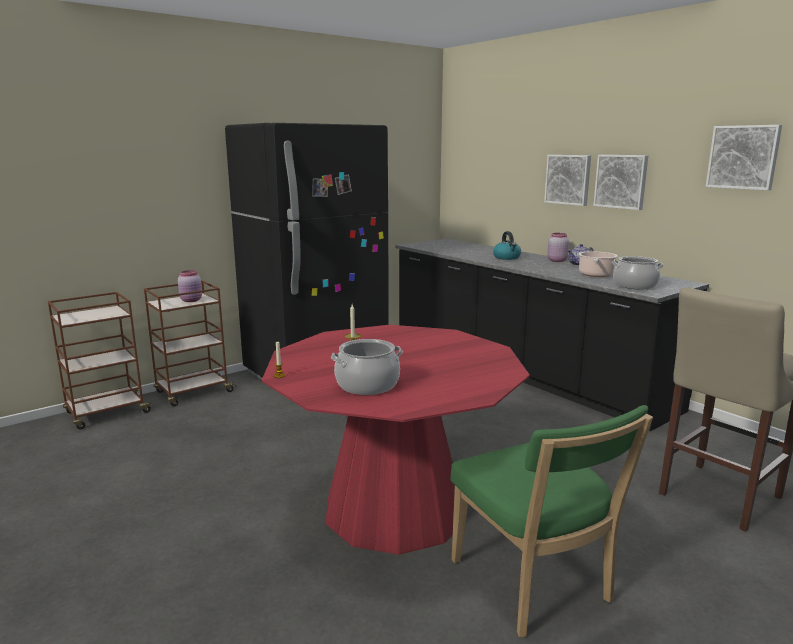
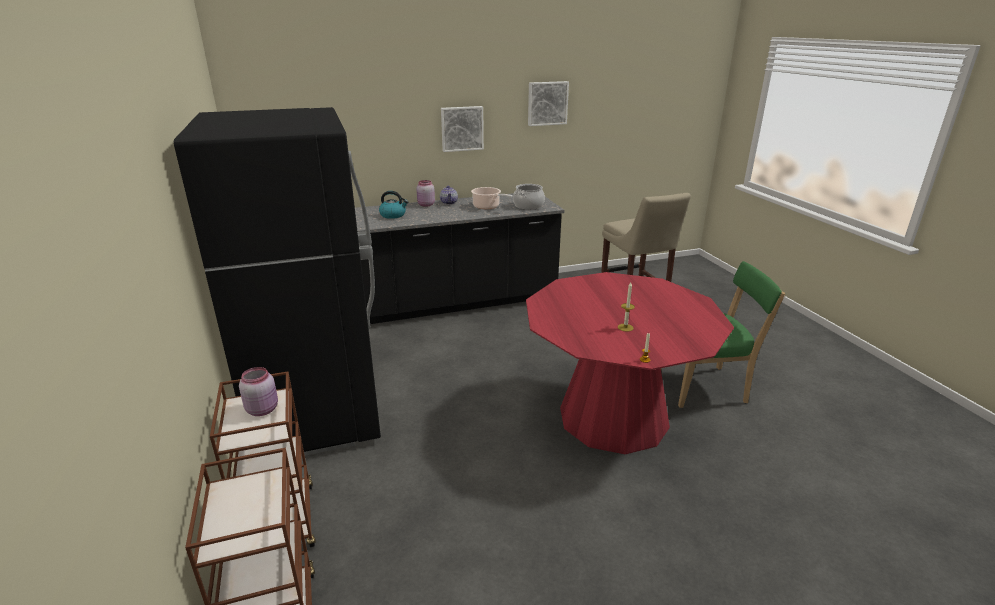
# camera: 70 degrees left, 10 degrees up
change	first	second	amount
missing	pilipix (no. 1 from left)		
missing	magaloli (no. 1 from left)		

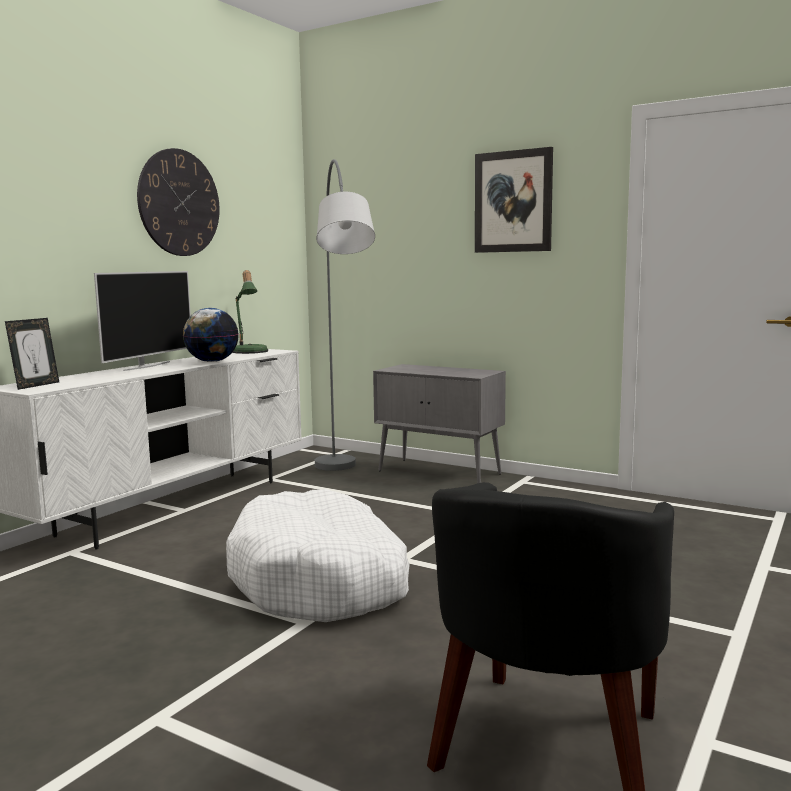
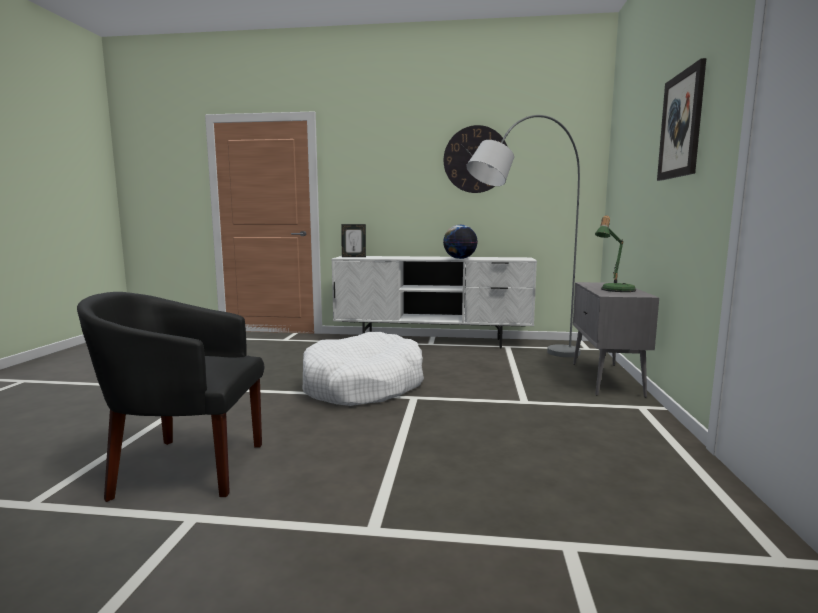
# camera: 65 degrees right, 0 degrees up
change	first	second	amount
missing	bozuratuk		
relocated	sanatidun		

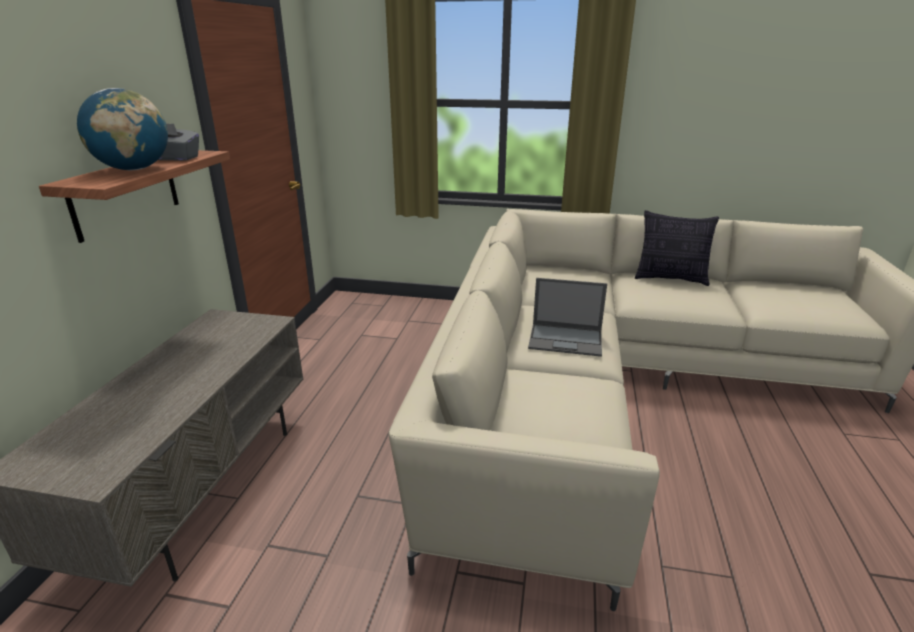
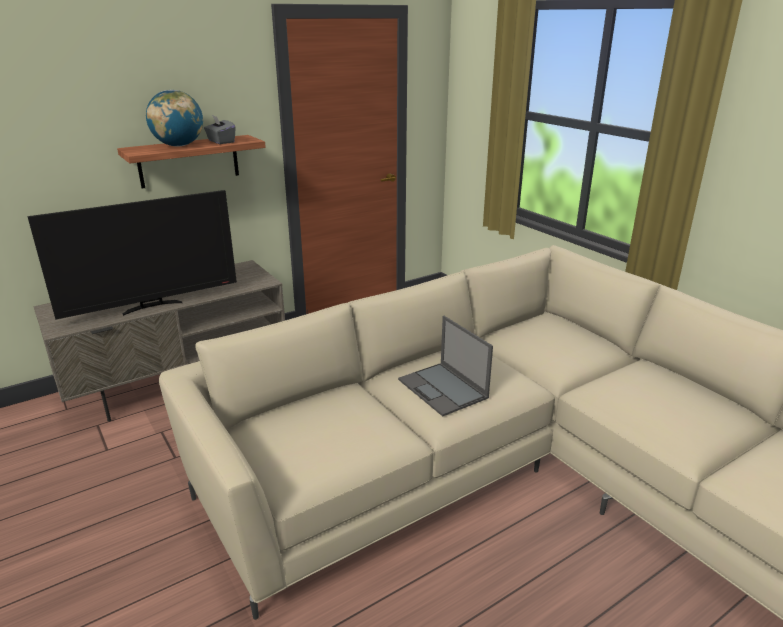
# camera: 45 degrees right, 0 degrees up
change	first	second	amount
missing	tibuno		
appeared		bozuratuk	

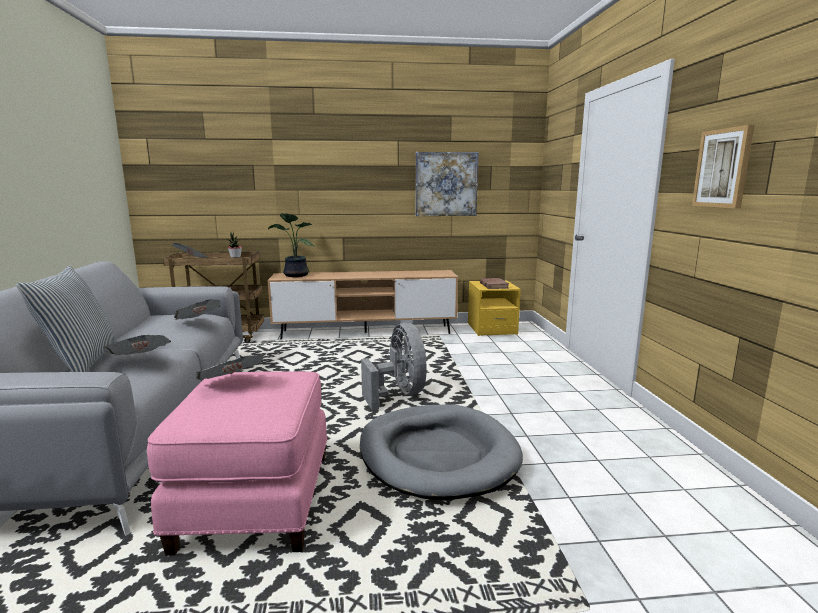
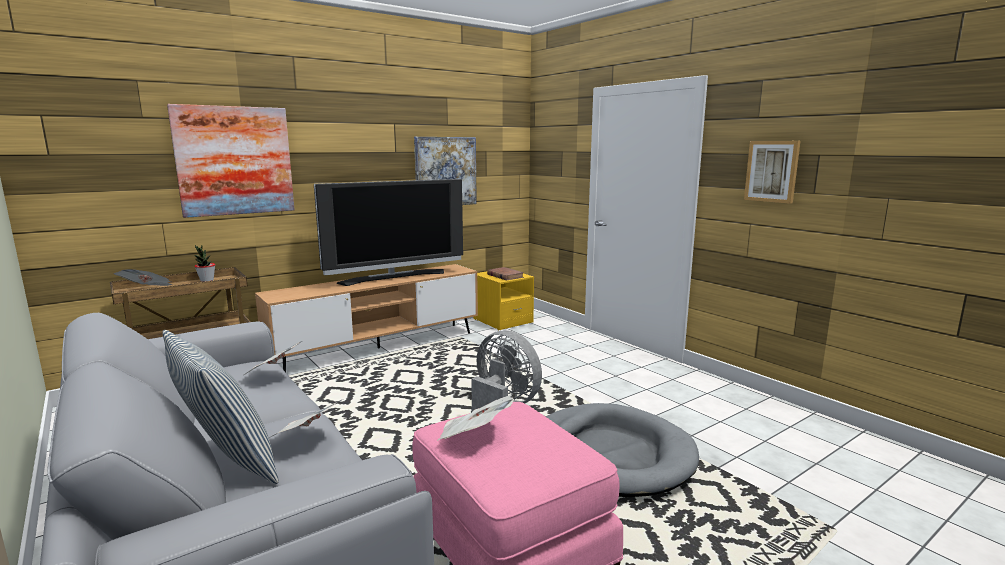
# camera: 30 degrees left, 0 degrees up
change	first	second	amount
missing	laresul (no. 2 from left)		
appeared		magaloli (no. 1 from left)	
appeared		bozuratuk	

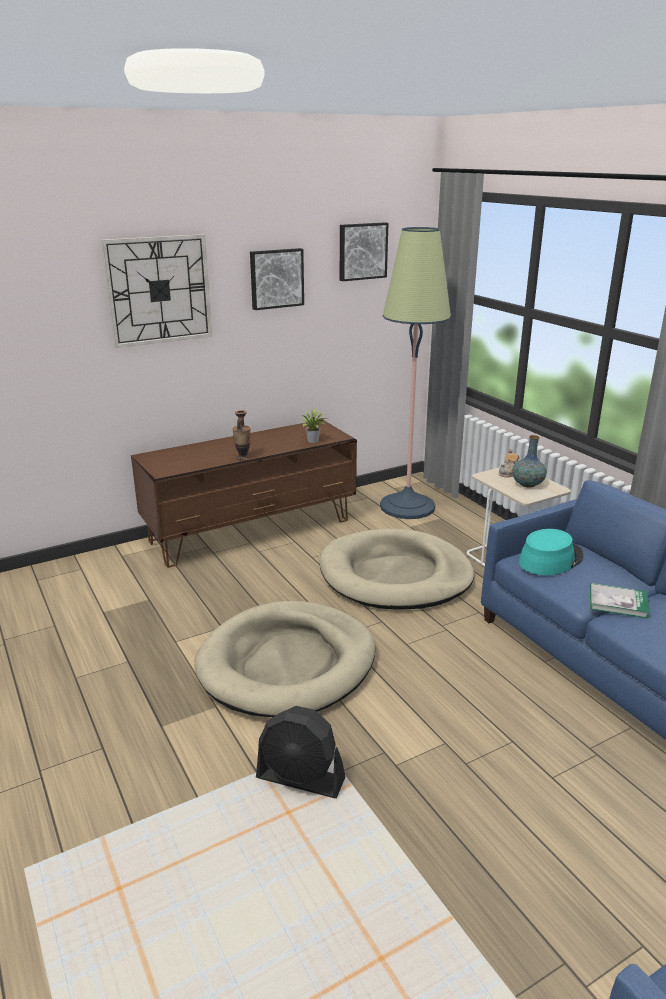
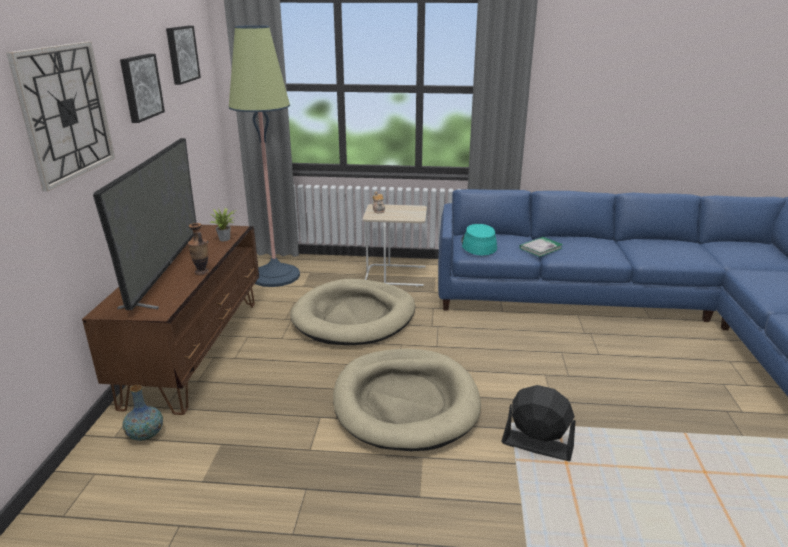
# camera: 55 degrees left, 0 degrees up
change	first	second	amount
appeared		bozuratuk	
relocated	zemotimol (no. 2 from left in the first image)	zemotimol (no. 1 from left)	
spun	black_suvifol		120 degrees counterclockwise

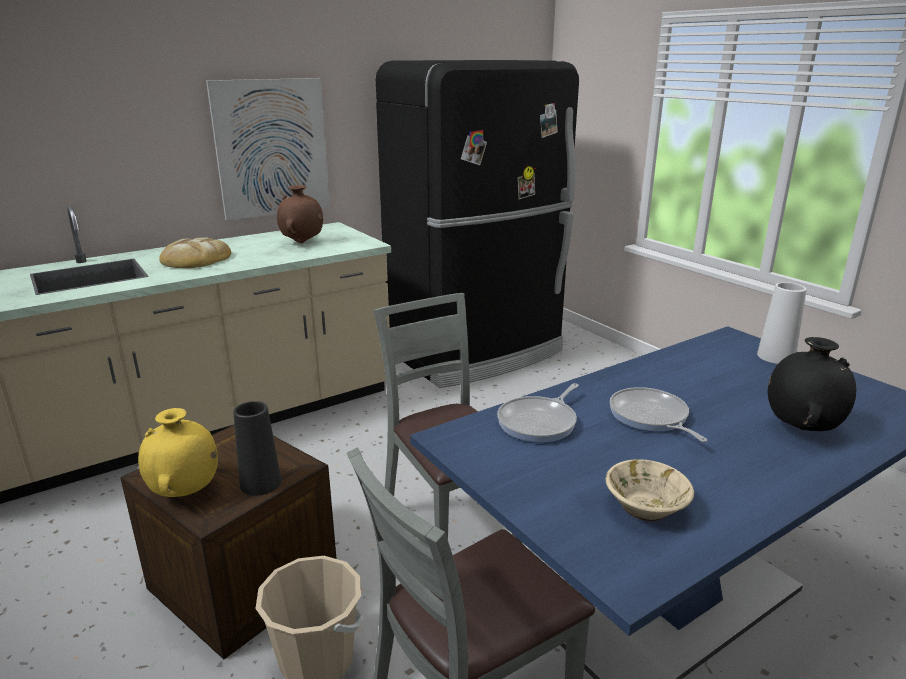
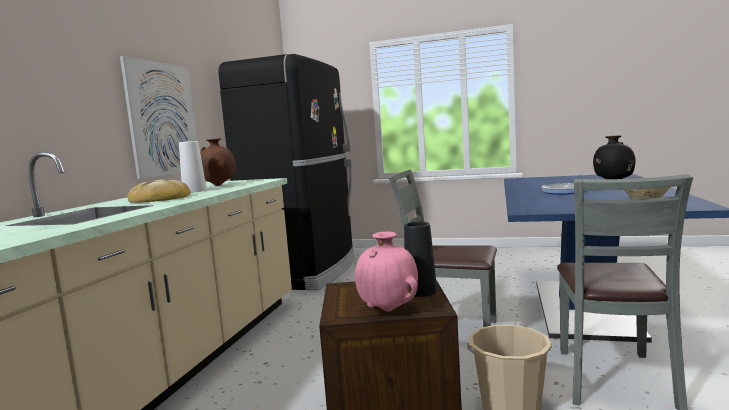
# camera: 40 degrees left, 15 degrees down
change	first	second	amount
missing	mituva (no. 1 from left)		
relocated	white_zemotimol		
colour	yellow_zemotimol	pink_zemotimol	

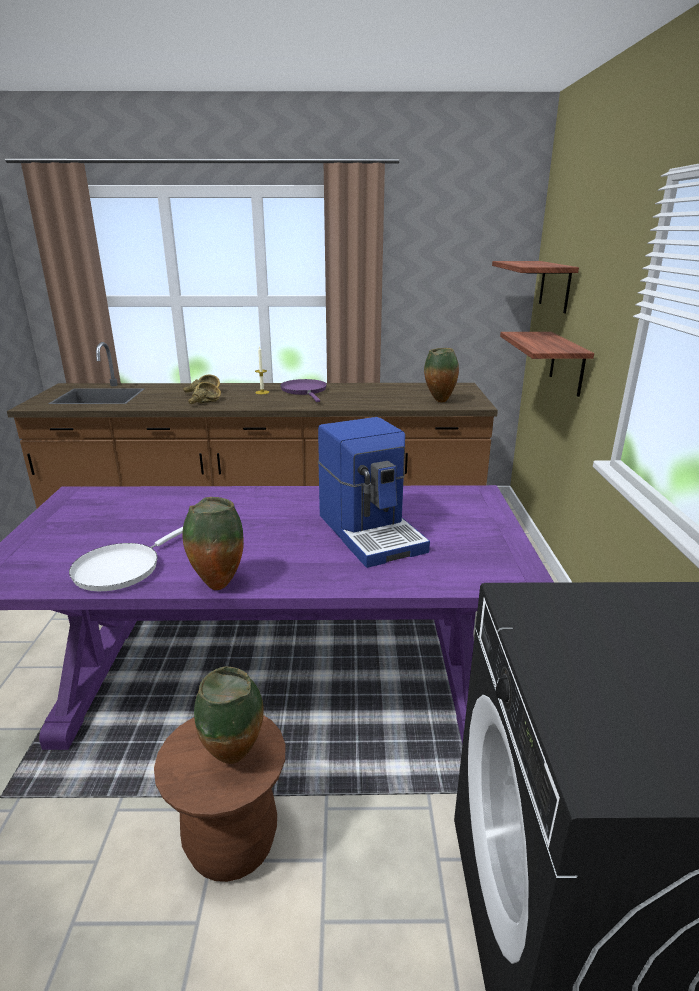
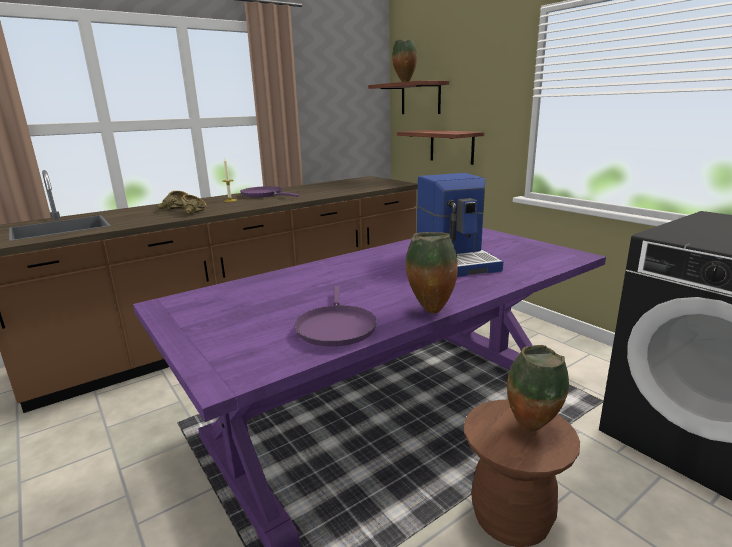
# camera: 35 degrees left, 5 degrees down
change	first	second	amount
relocated	zemotimol (no. 3 from left in the first image)	zemotimol (no. 1 from left)	
colour	white_mituva	purple_mituva (no. 2 from left)	
spun	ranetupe		45 degrees clockwise

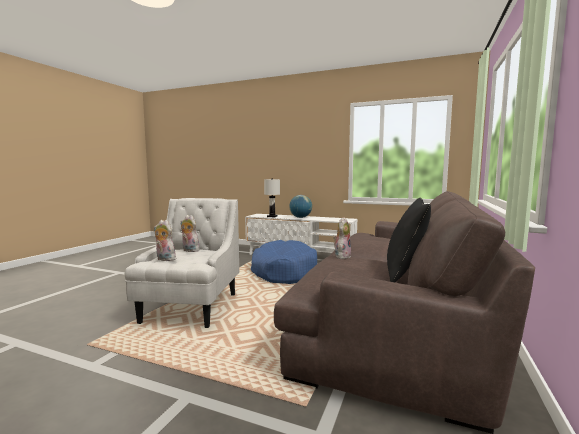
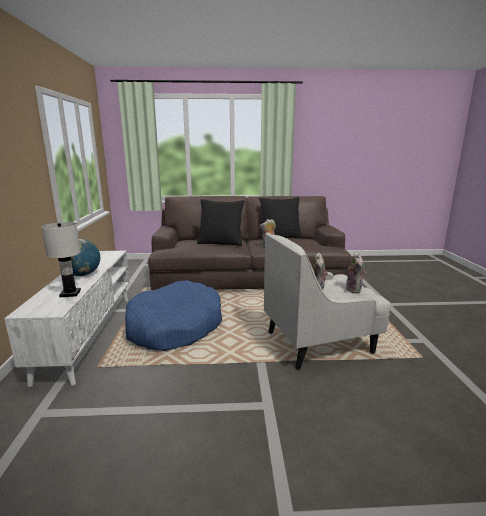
# camera: 115 degrees left, 10 degrees up
change	first	second	amount
appeared		black_tibuno (no. 1 from left)	

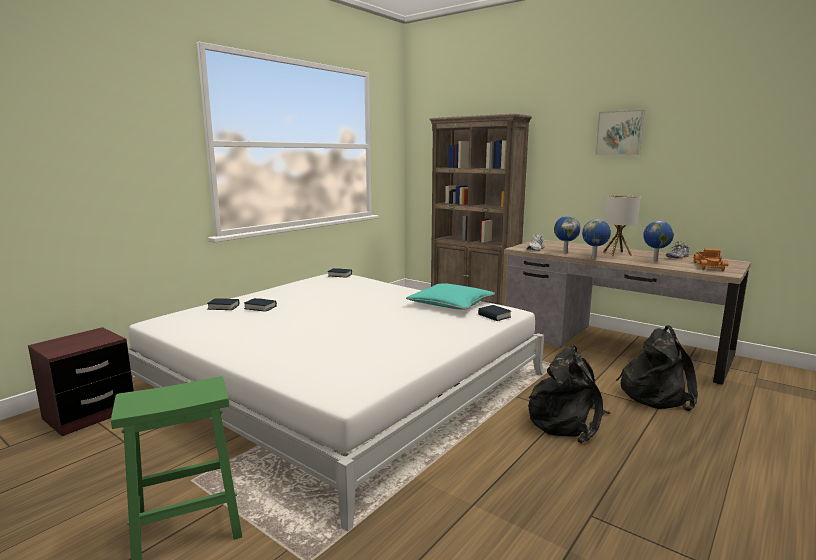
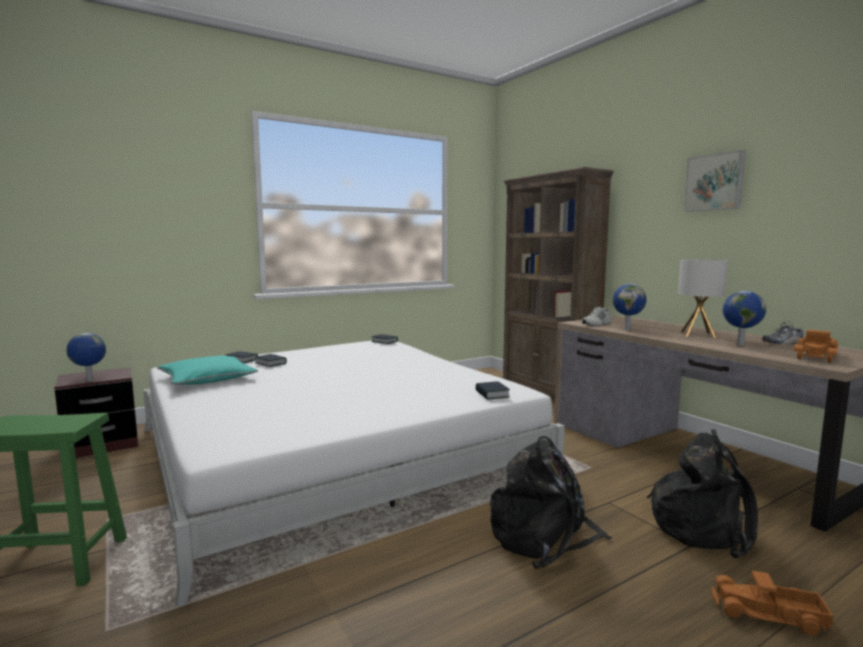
# camera: 20 degrees right, 5 degrees down
change	first	second	amount
appeared		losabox (no. 1 from left)	
relocated	turquoise_tibuno		
relocated	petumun (no. 2 from left in the first image)	petumun (no. 1 from left)	

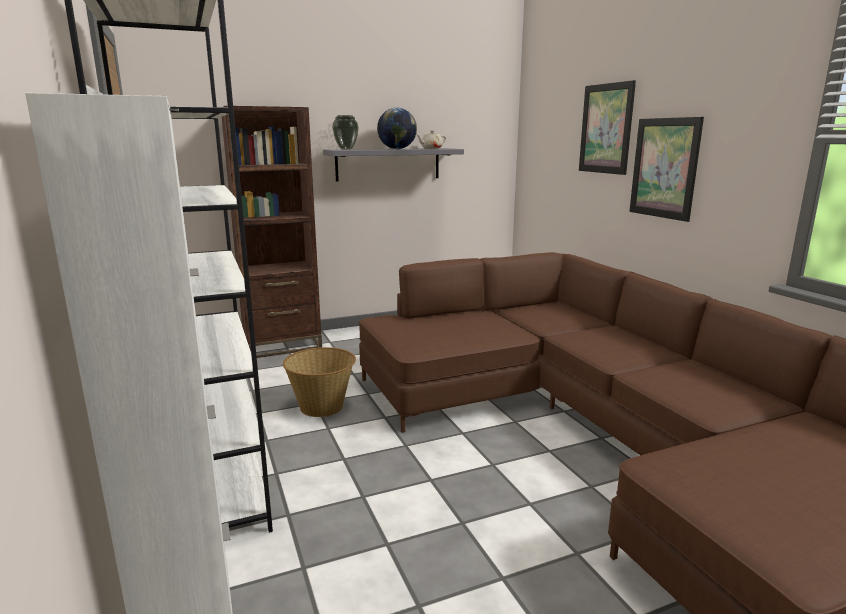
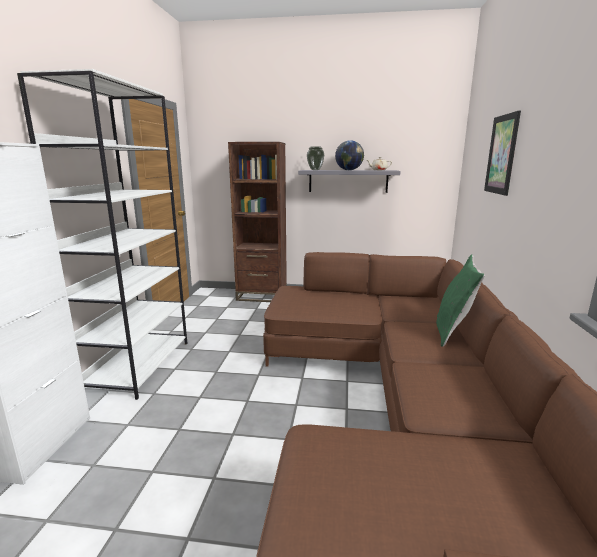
# camera: 30 degrees right, 0 degrees up
change	first	second	amount
missing	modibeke		
missing	magaloli (no. 2 from left)		
appeared		green_tibuno	

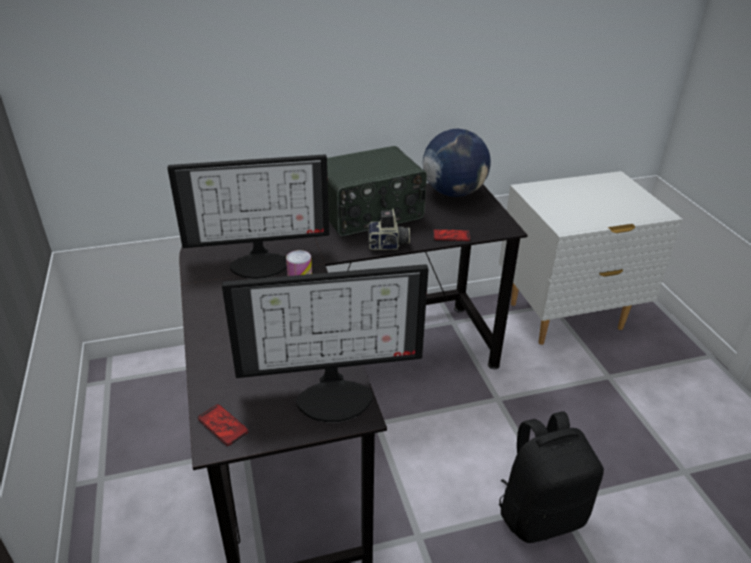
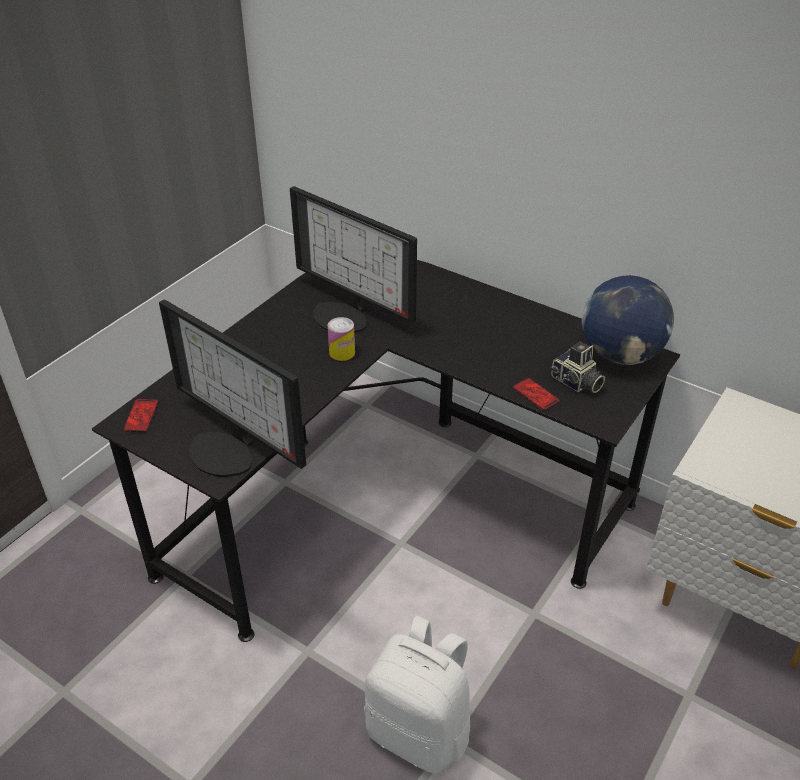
# camera: 50 degrees right, 5 degrees up
change	first	second	amount
missing	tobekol		
relocated	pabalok		
colour	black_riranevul	white_riranevul	

